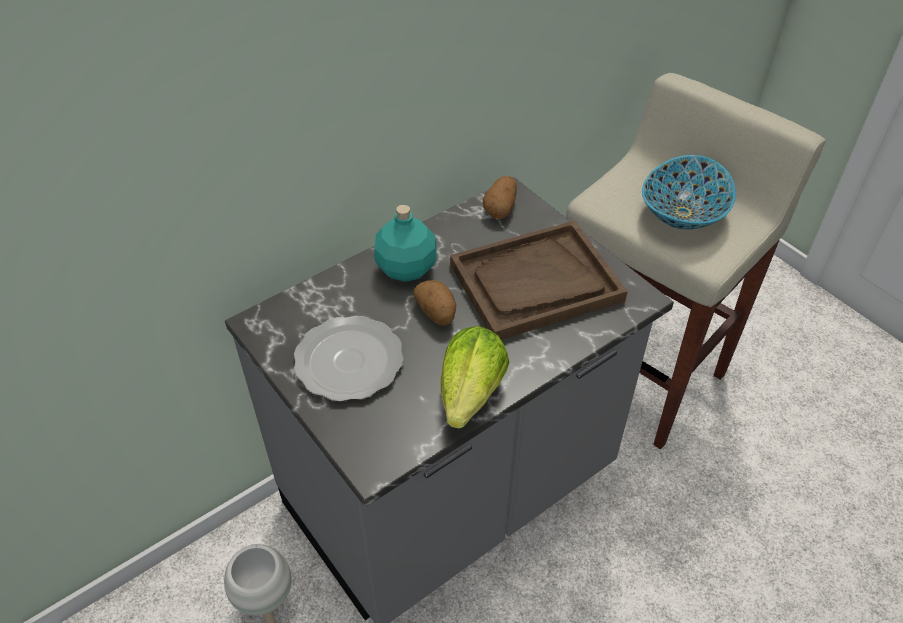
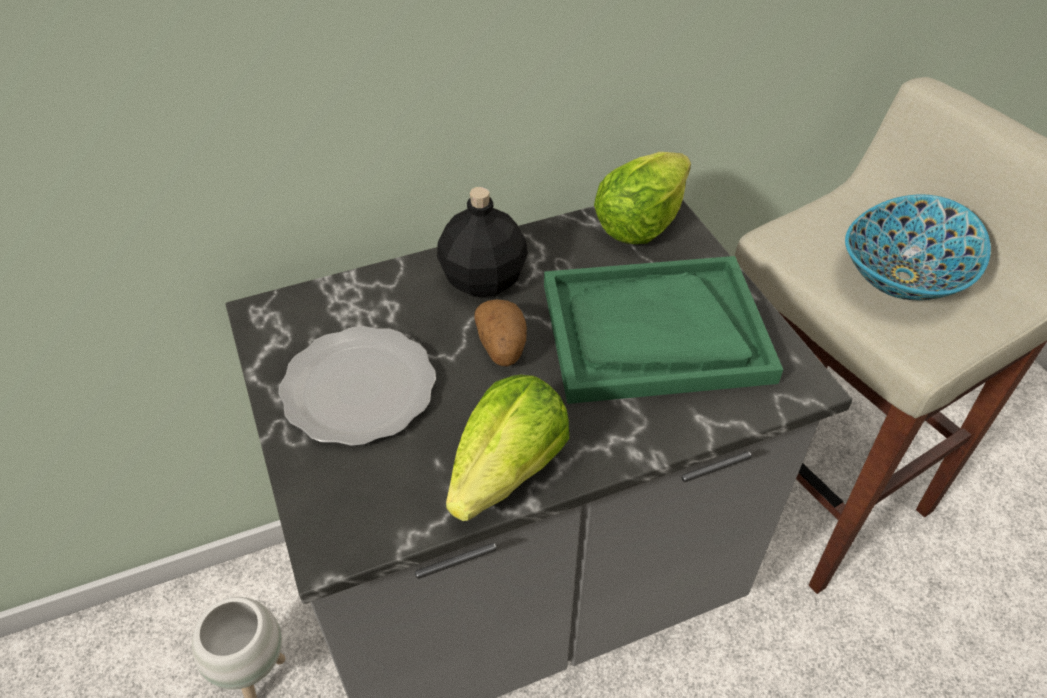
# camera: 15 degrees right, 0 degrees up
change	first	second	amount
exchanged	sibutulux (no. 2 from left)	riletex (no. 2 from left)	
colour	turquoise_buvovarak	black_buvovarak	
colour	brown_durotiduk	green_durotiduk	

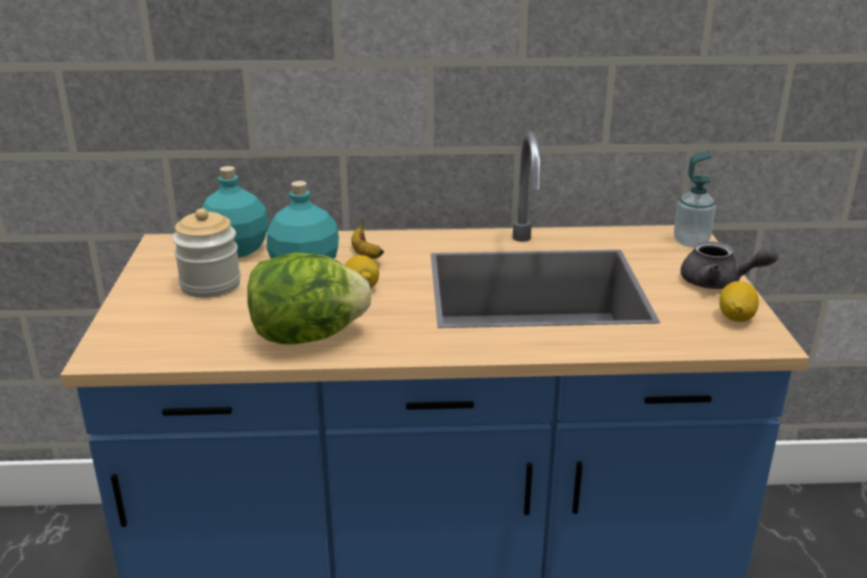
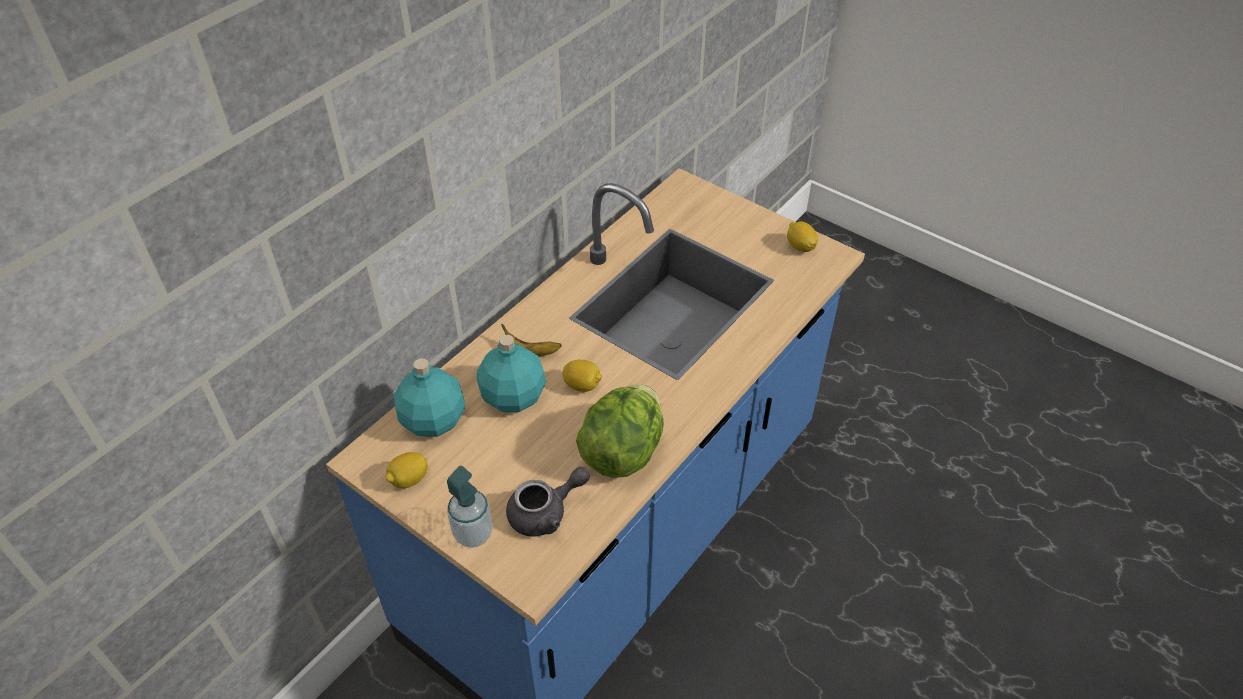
# camera: 50 degrees left, 20 degrees up
change	first	second	amount
missing	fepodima		
appeared		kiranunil (no. 1 from left)	
relocated	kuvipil		
relocated	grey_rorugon		

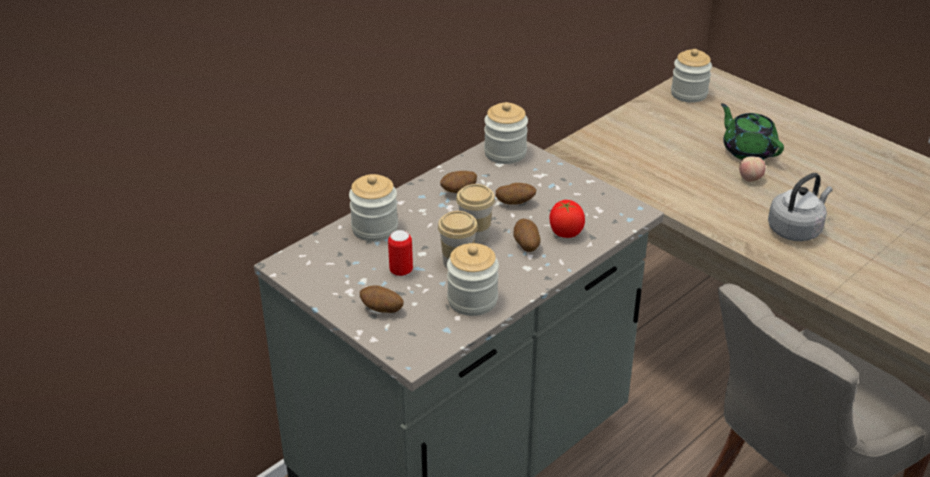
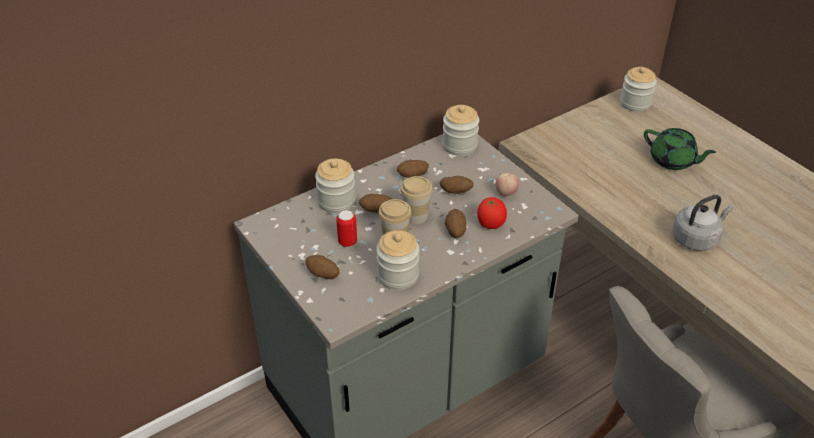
# camera: 10 degrees right, 5 degrees up
change	first	second	amount
appeared		sibutulux (no. 2 from left)	
relocated	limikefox		
spun	green_rorugon		150 degrees clockwise

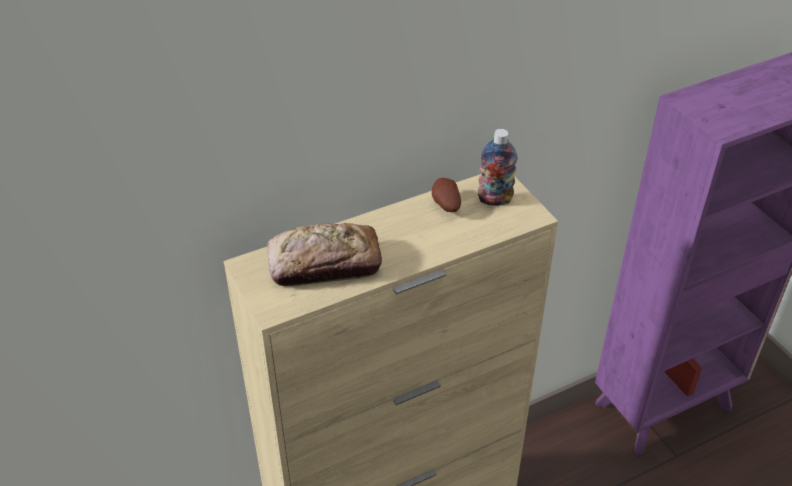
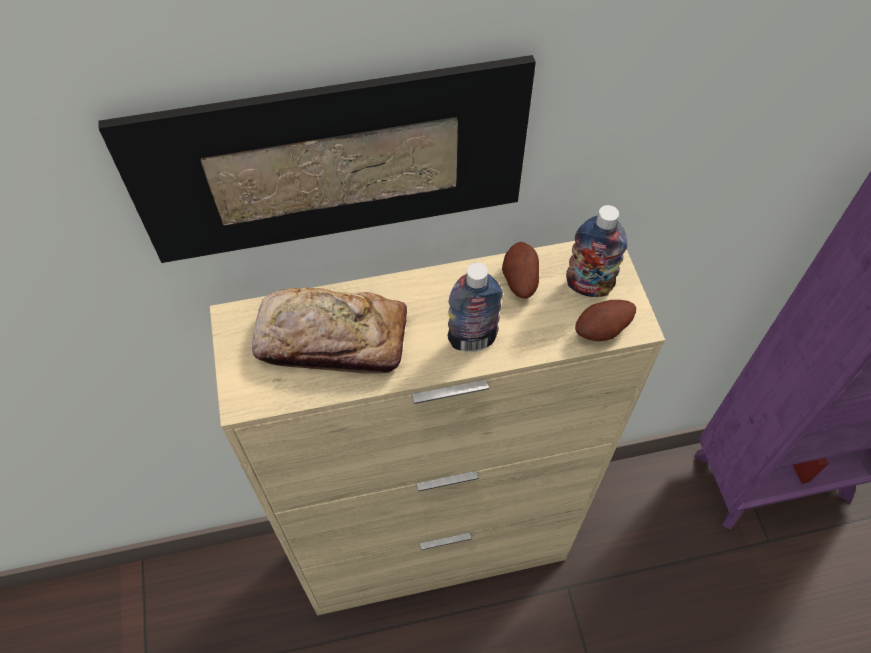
# camera: 15 degrees right, 15 degrees up
change	first	second	amount
appeared		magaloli	
appeared		buvovarak (no. 1 from left)	
appeared		sibutulux (no. 2 from left)	

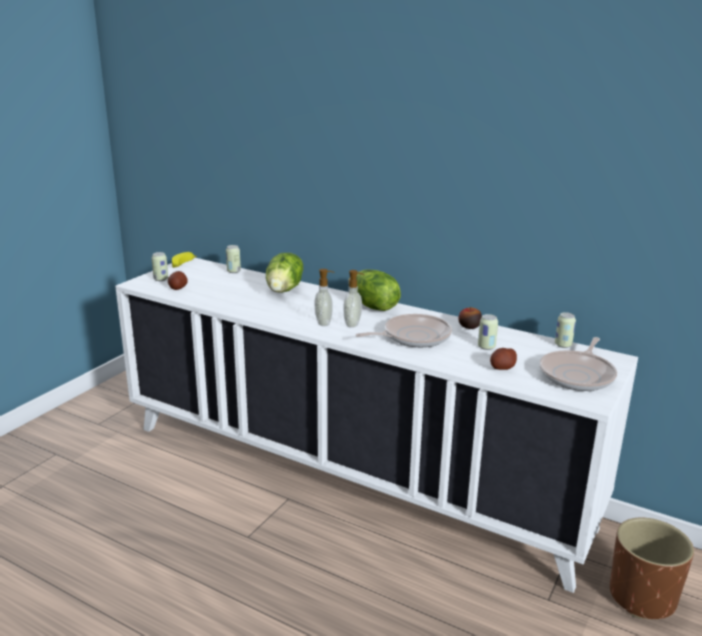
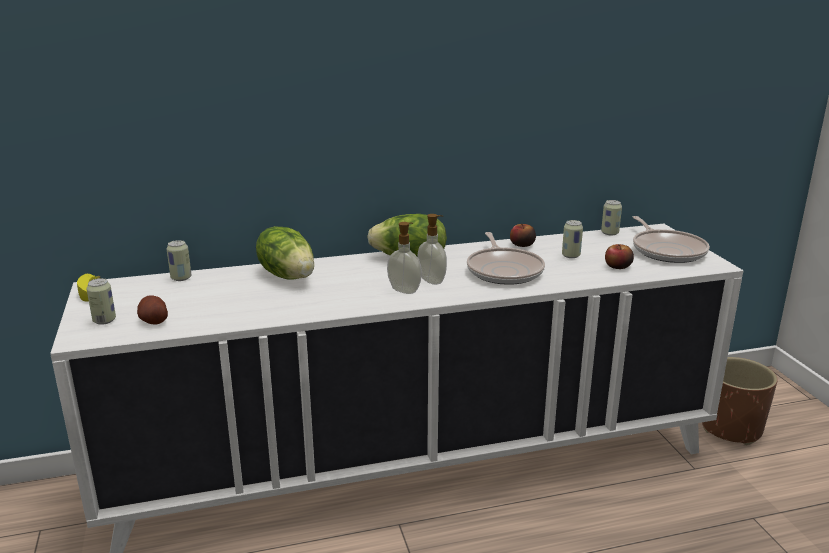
# camera: 45 degrees left, 0 degrees up
change	first	second	amount
exchanged	sibutulux (no. 2 from left)	limikefox (no. 2 from left)	
spun	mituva (no. 1 from left)		150 degrees clockwise

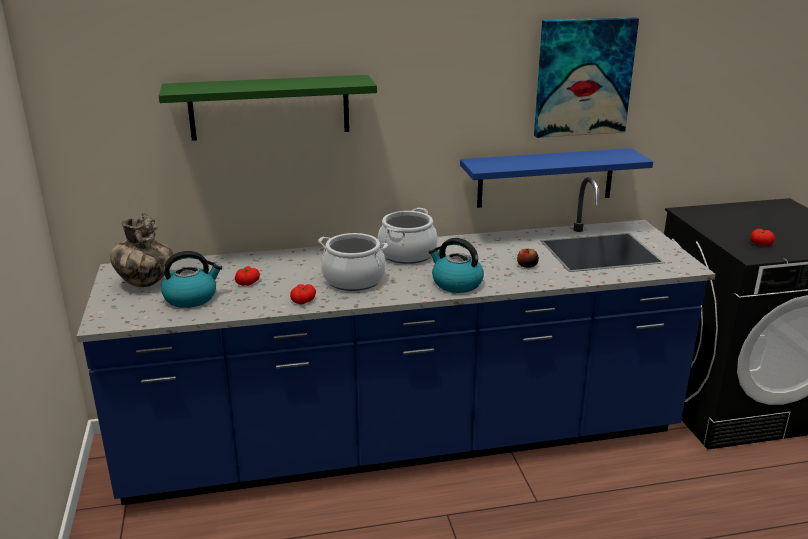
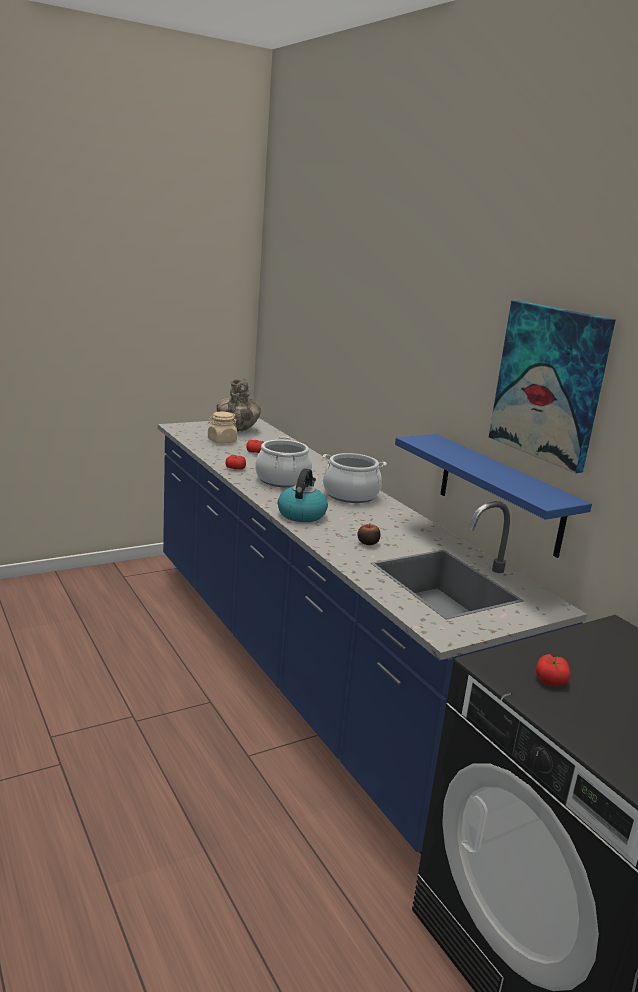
# camera: 70 degrees right, 5 degrees down
change	first	second	amount
missing	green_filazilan		
exchanged	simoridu (no. 1 from left)	beige_fepodima	

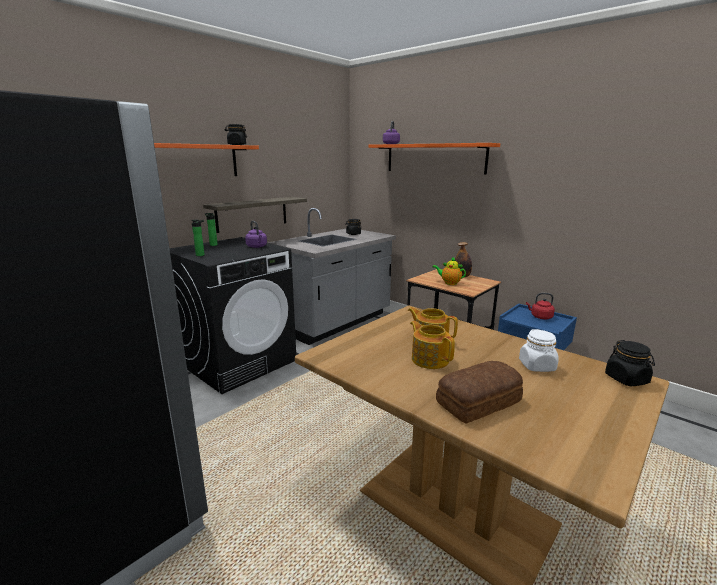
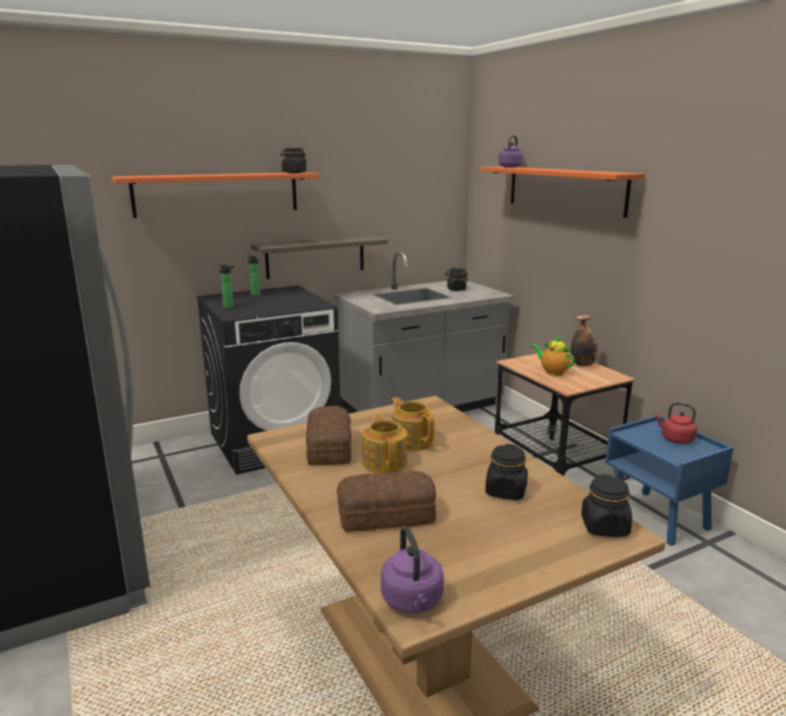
# camera: 20 degrees right, 0 degrees up
change	first	second	amount
appeared		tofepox (no. 1 from left)	
relocated	purple_simoridu (no. 1 from left)		
colour	white_fepodima	black_fepodima (no. 3 from left)	

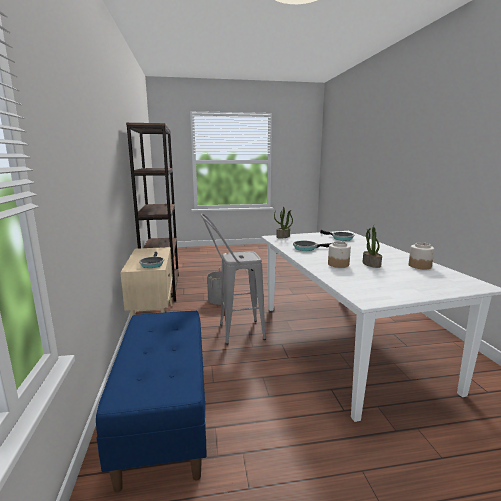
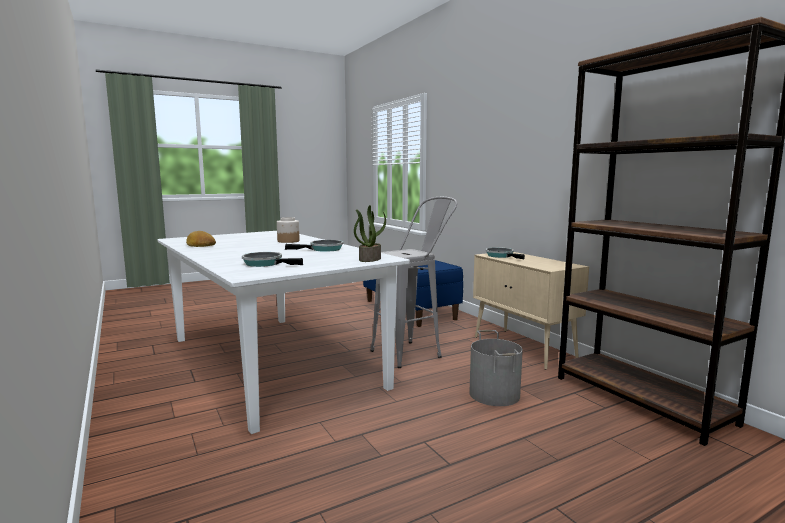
# camera: 160 degrees right, 5 degrees down
change	first	second	amount
missing	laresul (no. 2 from left)		
exchanged	fepodima (no. 2 from left)	tofepox	

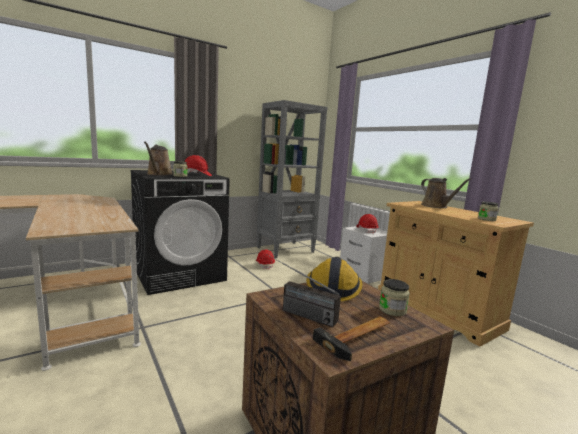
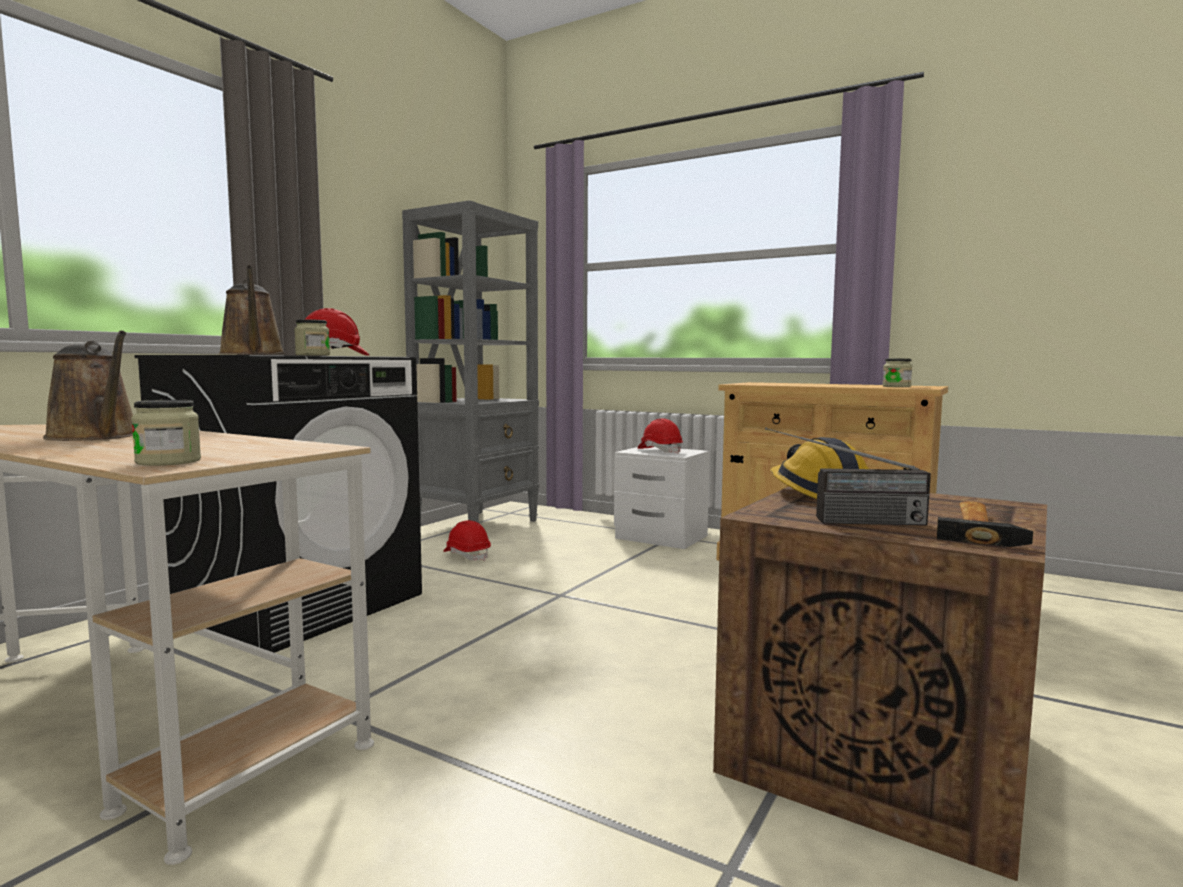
# camera: 25 degrees left, 5 degrees down
change	first	second	amount
relocated	fepodima (no. 2 from left in the first image)	fepodima (no. 1 from left)	
relocated	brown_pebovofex (no. 2 from left in the first image)	brown_pebovofex (no. 1 from left)	

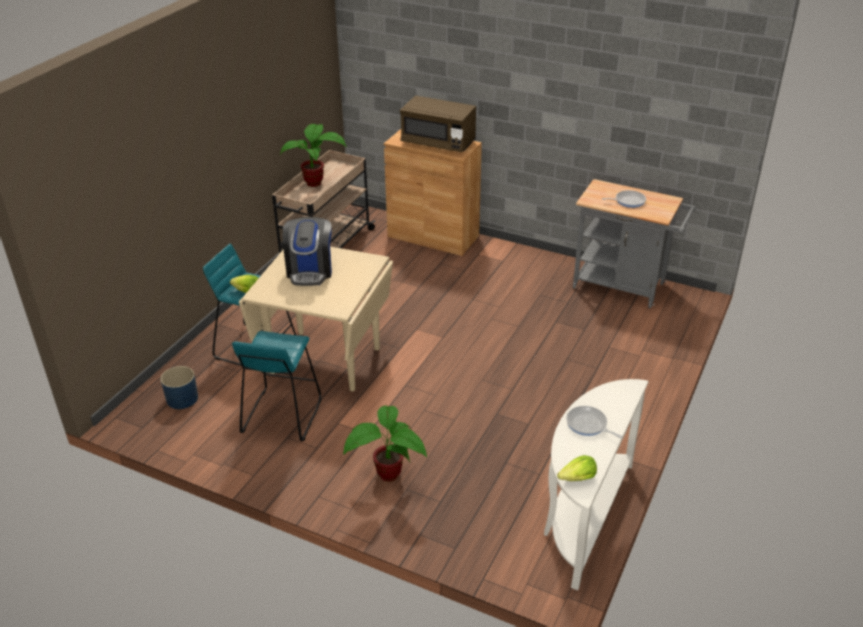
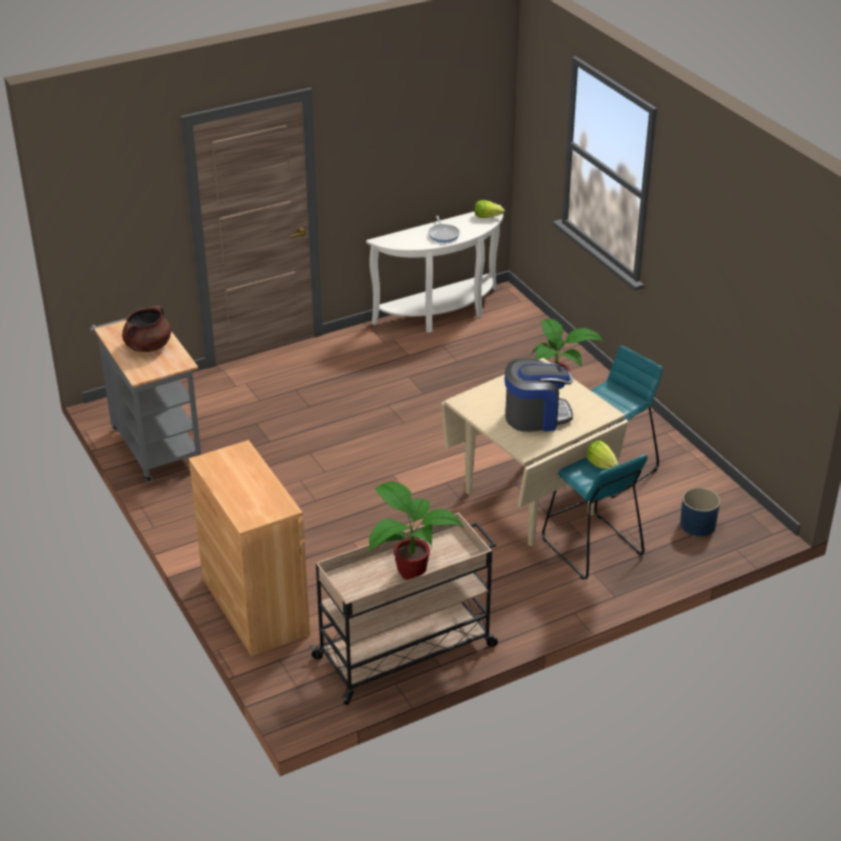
# camera: 145 degrees left, 0 degrees up
change	first	second	amount
missing	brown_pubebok		
exchanged	mituva (no. 2 from left)	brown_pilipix	
spun	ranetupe		45 degrees clockwise

